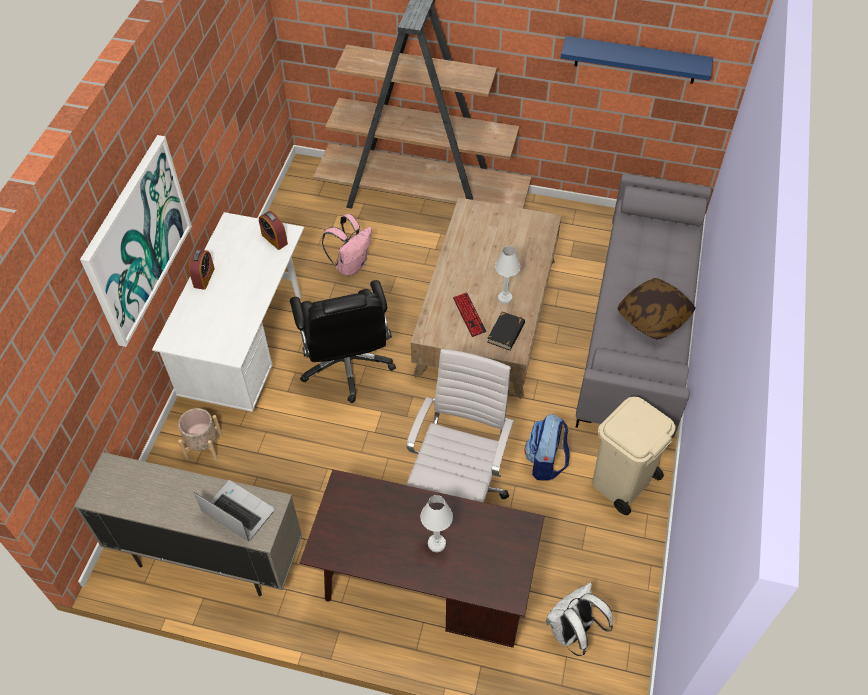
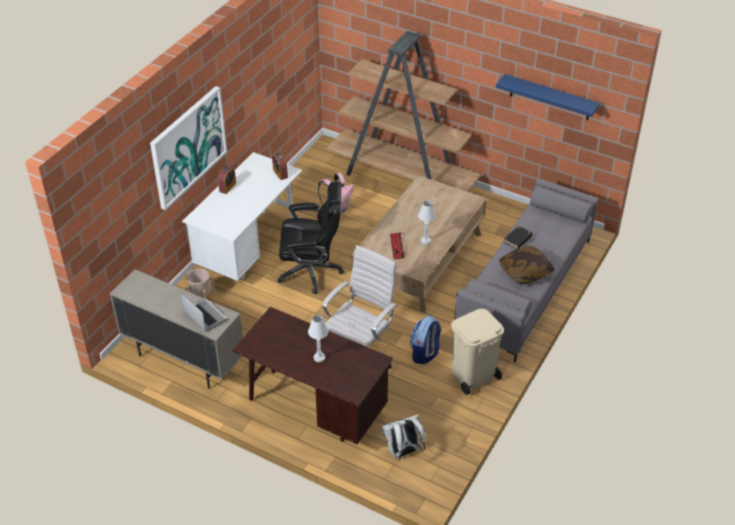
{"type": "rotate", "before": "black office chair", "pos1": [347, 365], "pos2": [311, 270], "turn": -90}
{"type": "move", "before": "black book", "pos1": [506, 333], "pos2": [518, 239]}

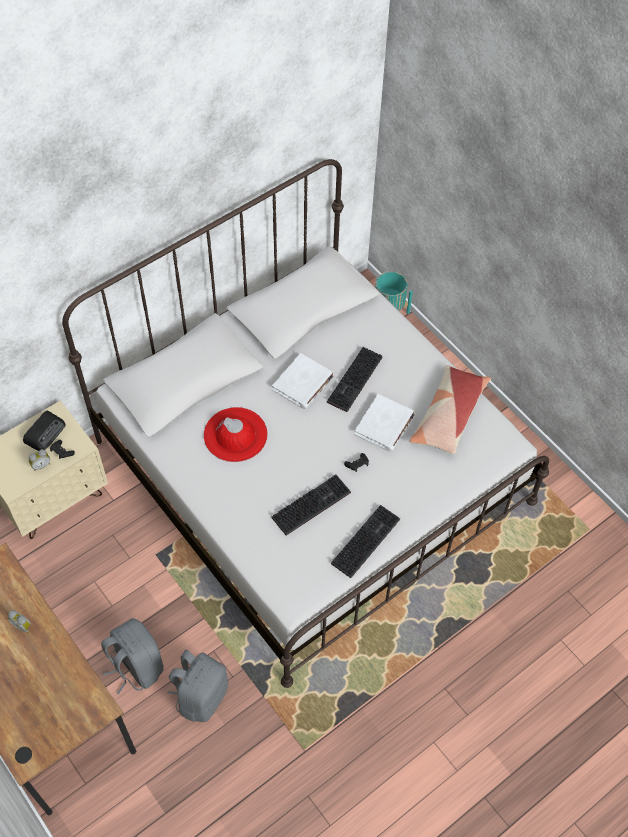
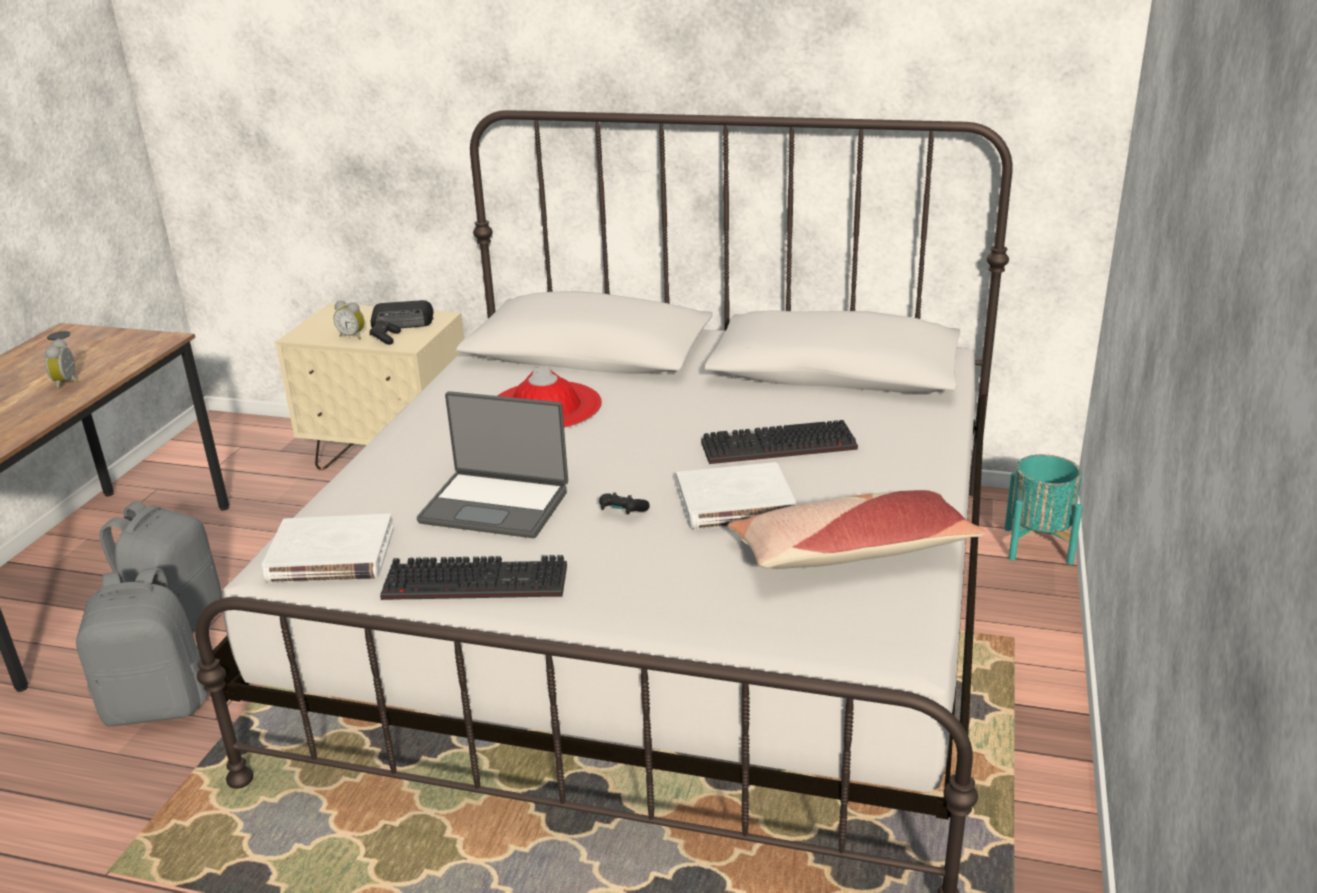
{"type": "move", "before": "white book", "pos1": [303, 383], "pos2": [330, 556]}
{"type": "replace", "before": "PC keyboard", "after": "laptop", "pos1": [311, 503], "pos2": [496, 505]}

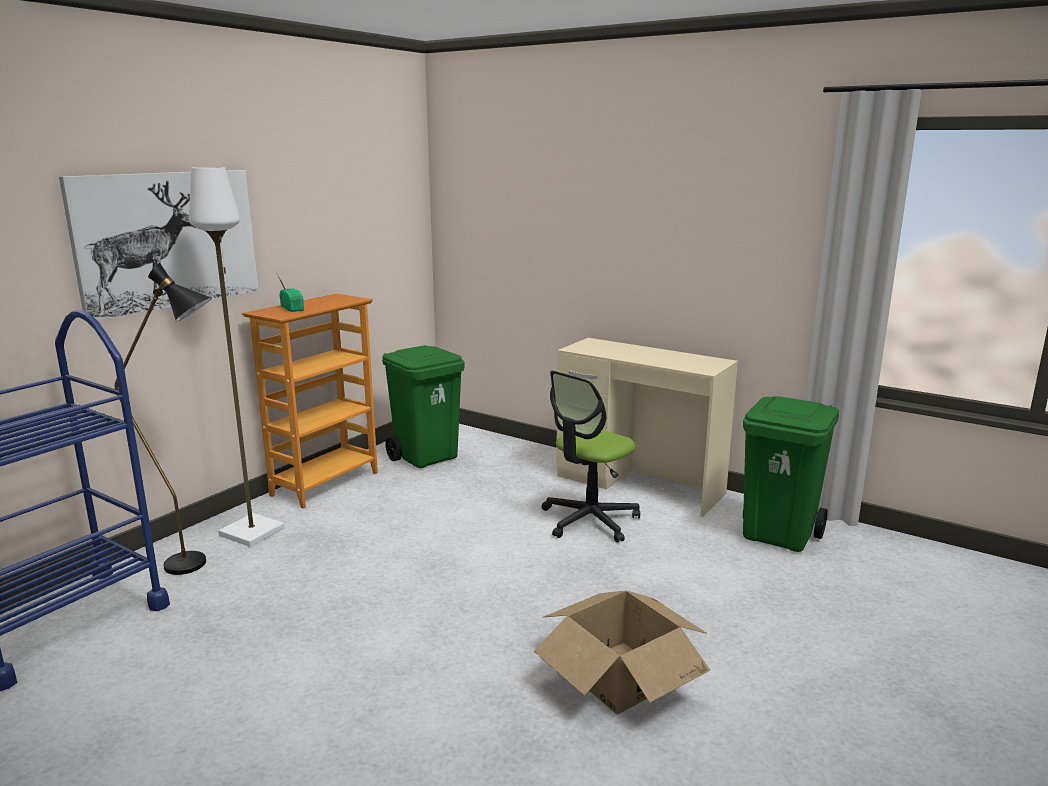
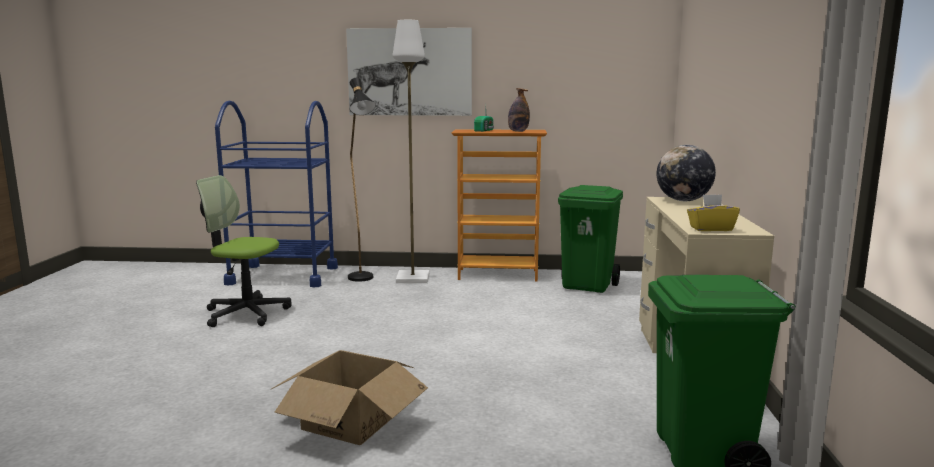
{"type": "move", "before": "office chair", "pos1": [589, 520], "pos2": [246, 313]}
{"type": "insert", "after": "beverage bottle", "pos2": [518, 131]}
{"type": "insert", "after": "desk globe", "pos2": [683, 201]}
{"type": "insert", "after": "yellow-coloured box of tissues", "pos2": [711, 229]}

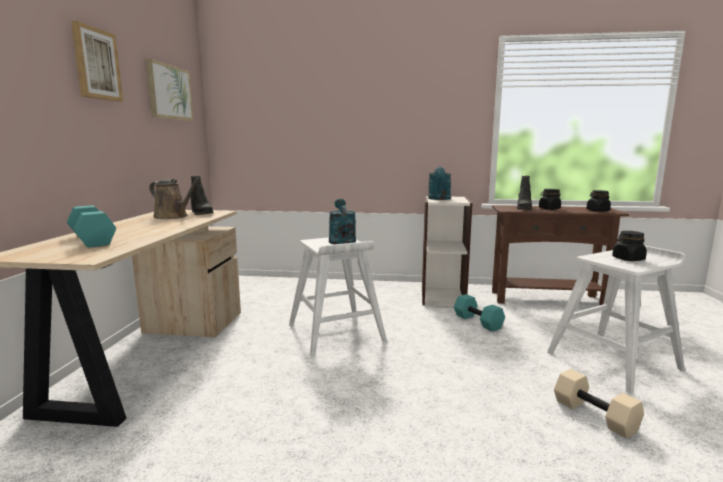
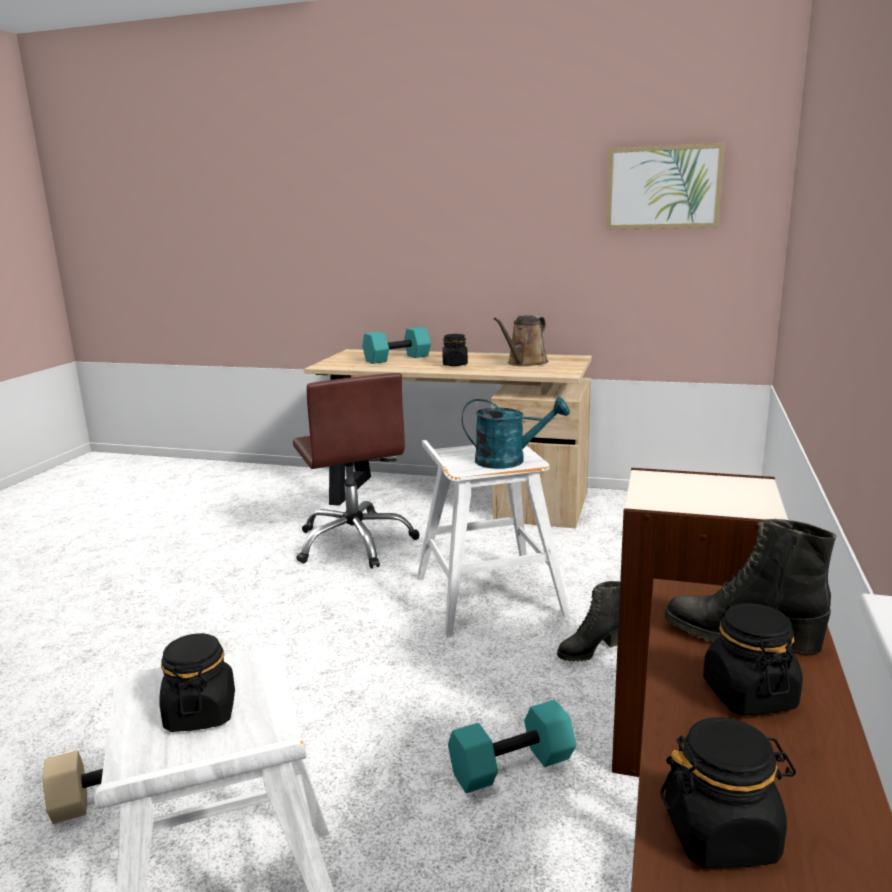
{"type": "insert", "after": "brown-coloured office chair", "pos2": [355, 542]}
{"type": "insert", "after": "black preserve jar", "pos2": [455, 364]}
{"type": "move", "before": "black tall boot", "pos1": [201, 213], "pos2": [590, 650]}
{"type": "delete", "before": "wall picture", "pos1": [96, 64]}
{"type": "delete", "before": "turquoise-coloured sprinkling can", "pos1": [439, 199]}

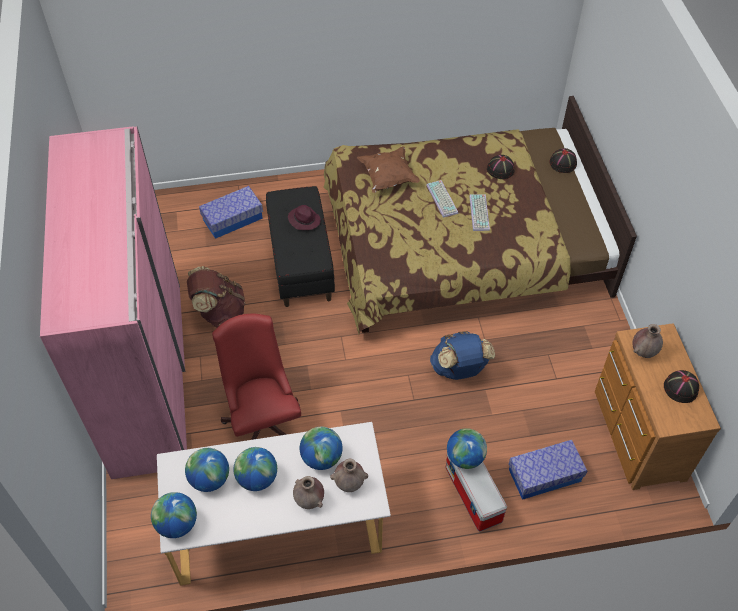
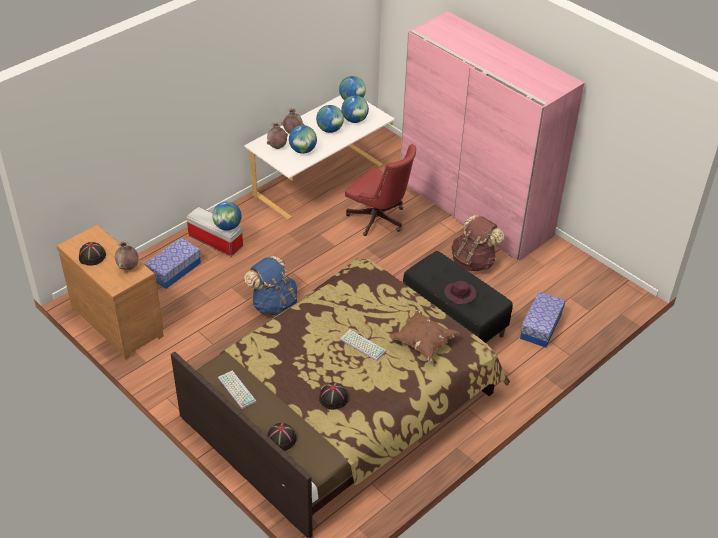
{"type": "move", "before": "PC keyboard", "pos1": [480, 213], "pos2": [235, 390]}

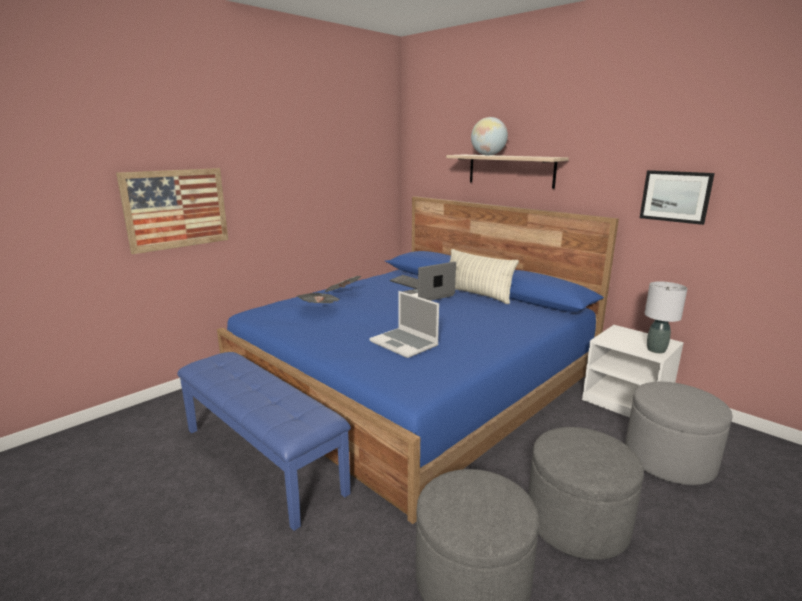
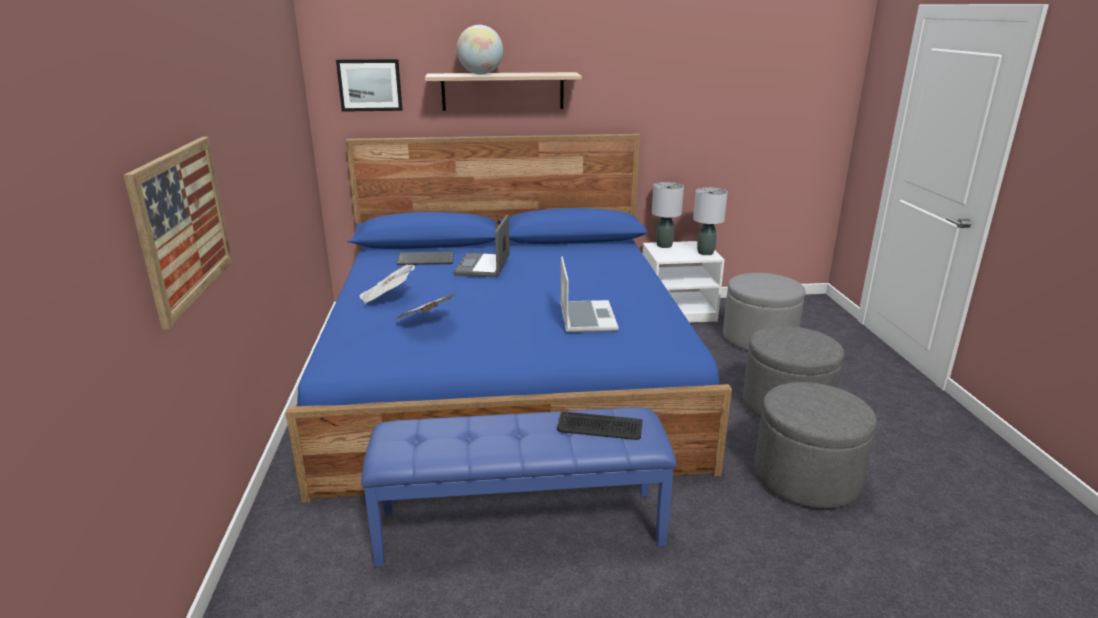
{"type": "move", "before": "wall picture", "pos1": [675, 196], "pos2": [370, 85]}
{"type": "insert", "after": "PC keyboard", "pos2": [599, 427]}
{"type": "rotate", "before": "laptop", "pos1": [405, 344], "pos2": [586, 318], "turn": -90}
{"type": "insert", "after": "greyish table lamp", "pos2": [664, 246]}
{"type": "delete", "before": "throw pillow", "pos1": [477, 295]}

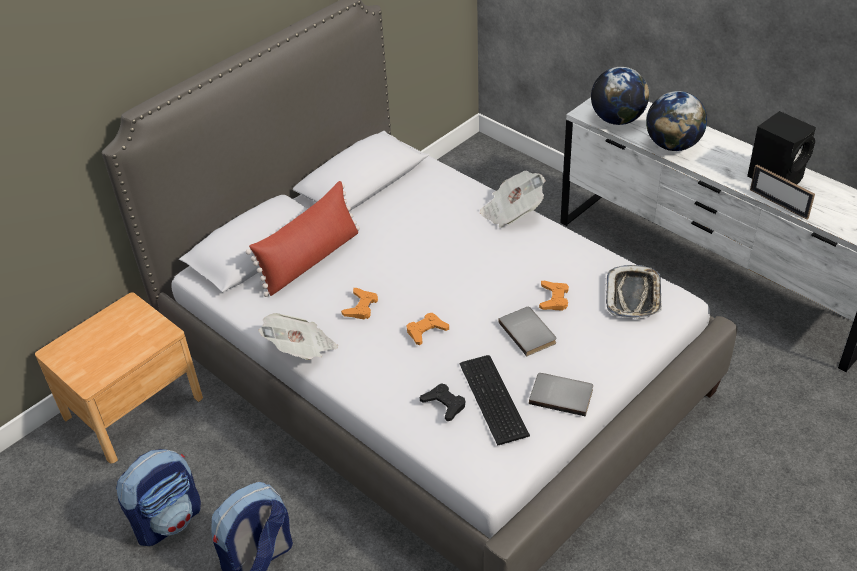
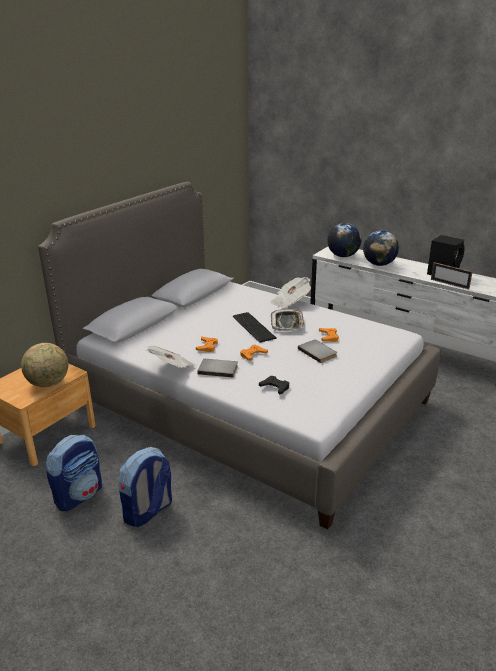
{"type": "insert", "after": "desk globe", "pos2": [48, 383]}
{"type": "move", "before": "greyish book", "pos1": [561, 394], "pos2": [218, 369]}
{"type": "move", "before": "PC keyboard", "pos1": [492, 400], "pos2": [253, 327]}
{"type": "move", "before": "tray", "pos1": [634, 296], "pos2": [287, 323]}
{"type": "delete", "before": "red-coloured throw pillow", "pos1": [310, 260]}

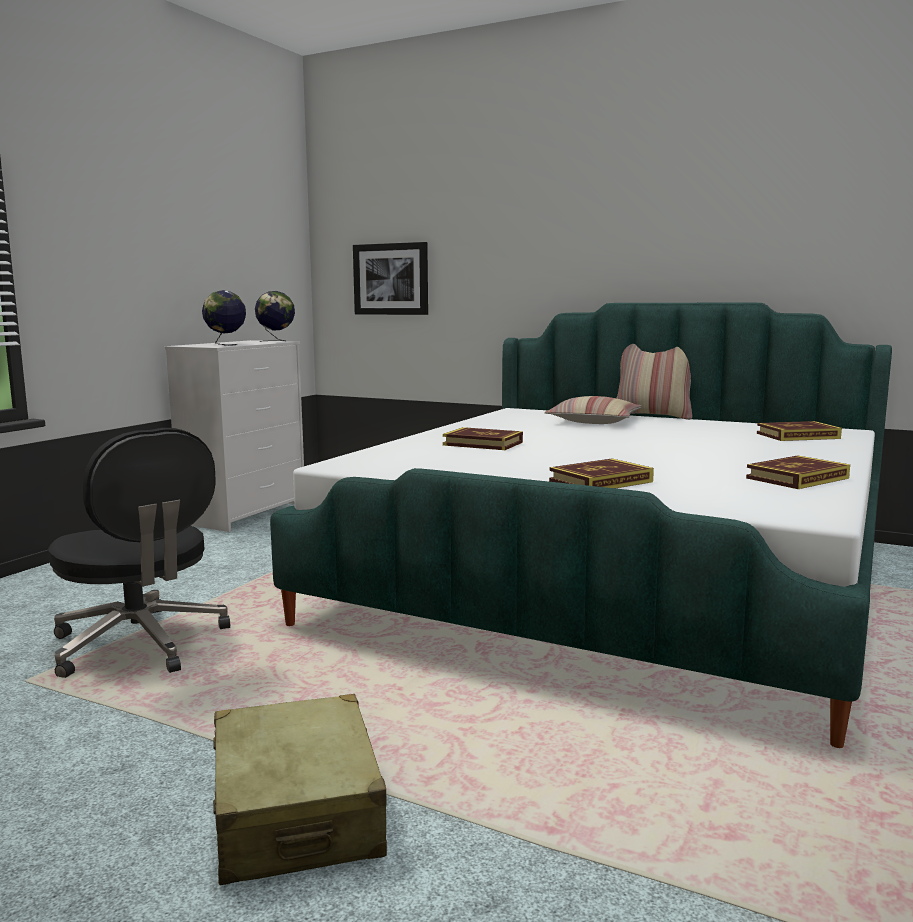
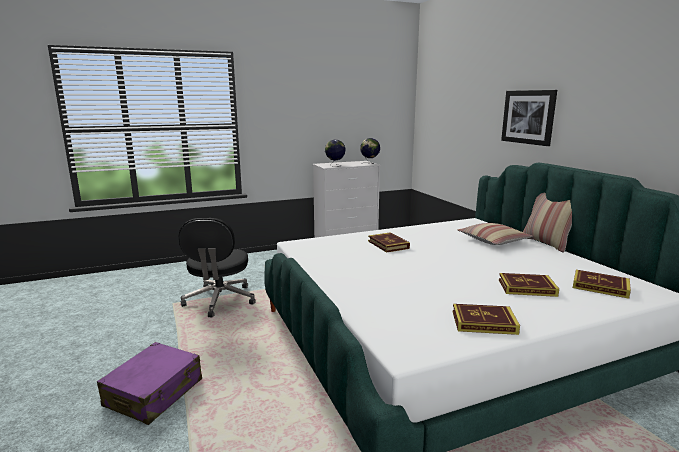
{"type": "recolor", "before": "beige suitcase", "after": "purplish suitcase", "pos1": [297, 813], "pos2": [154, 393]}
{"type": "move", "before": "book", "pos1": [601, 481], "pos2": [527, 288]}
{"type": "move", "before": "wall picture", "pos1": [391, 279], "pos2": [528, 117]}

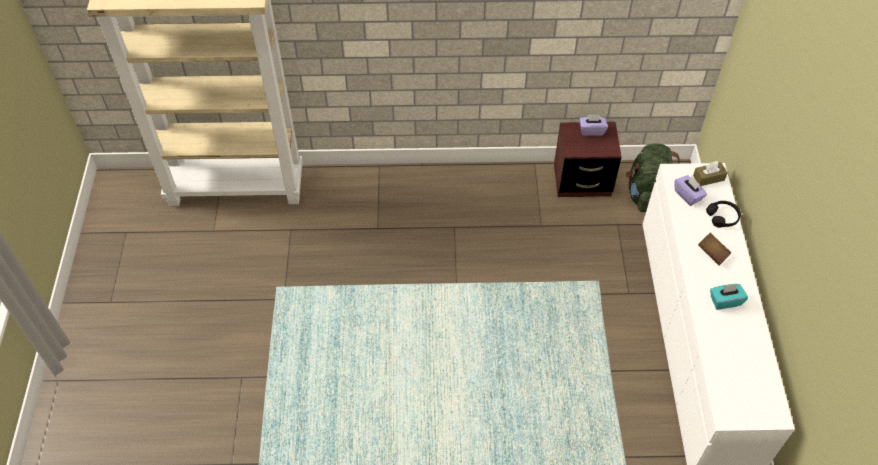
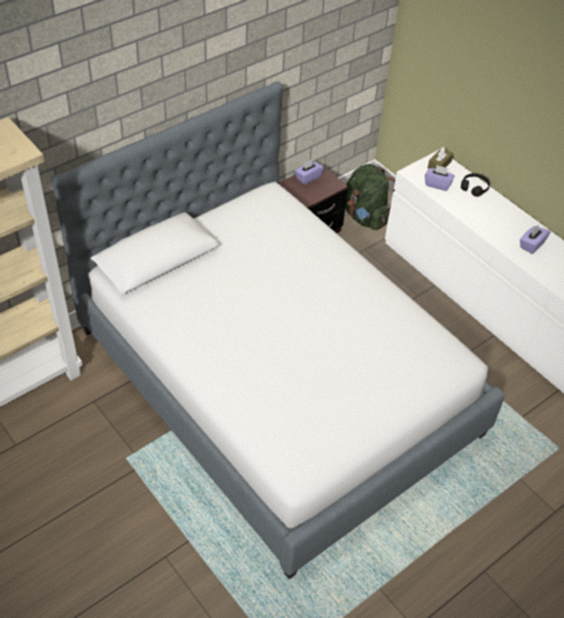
{"type": "insert", "after": "bed", "pos2": [277, 381]}
{"type": "recolor", "before": "turquoise-coloured box of tissues", "after": "purplish box of tissues", "pos1": [725, 301], "pos2": [531, 245]}
{"type": "delete", "before": "brown-coloured book", "pos1": [712, 253]}

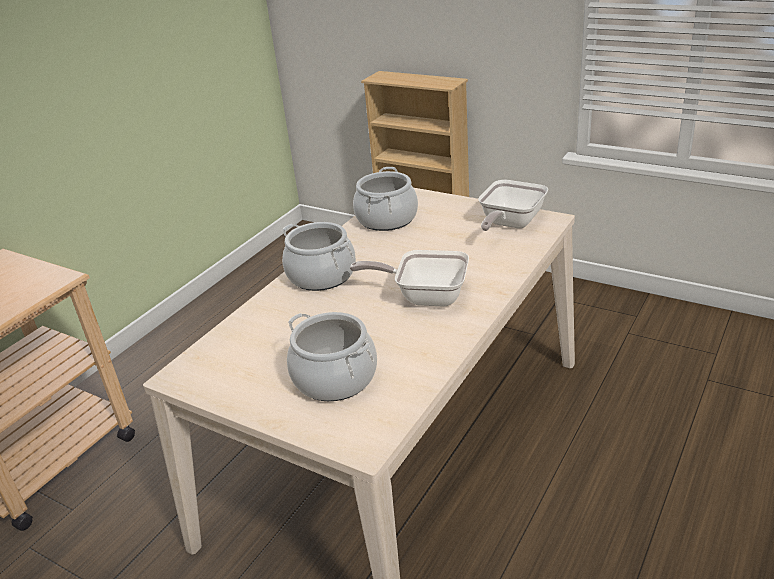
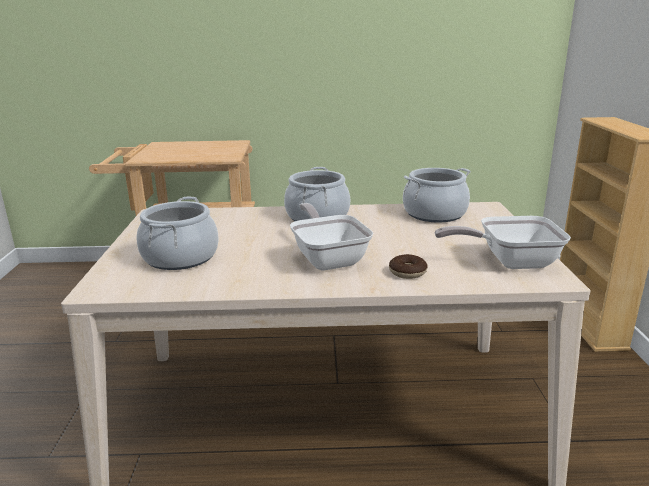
{"type": "insert", "after": "doughnut", "pos2": [407, 272]}

